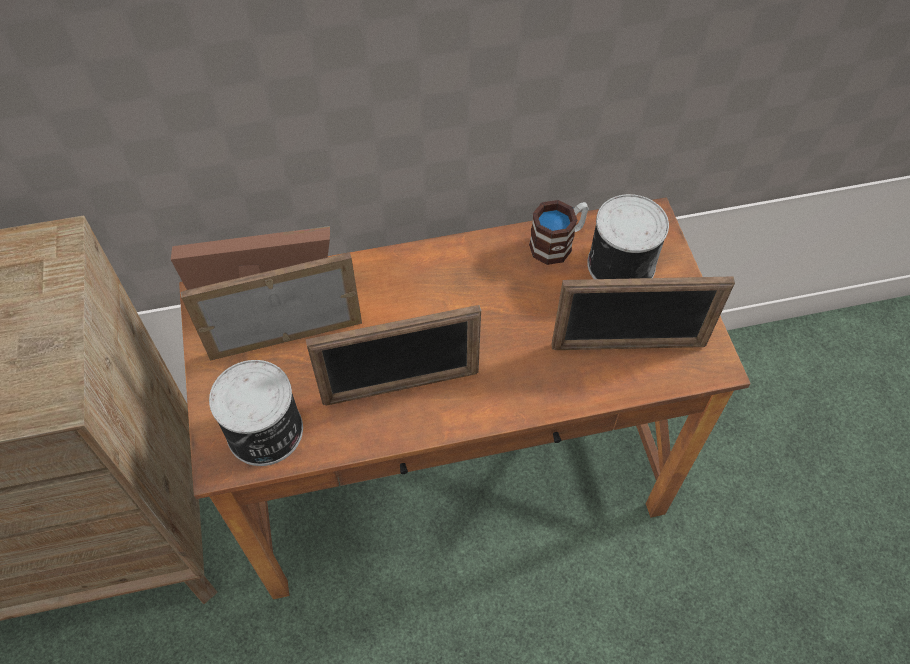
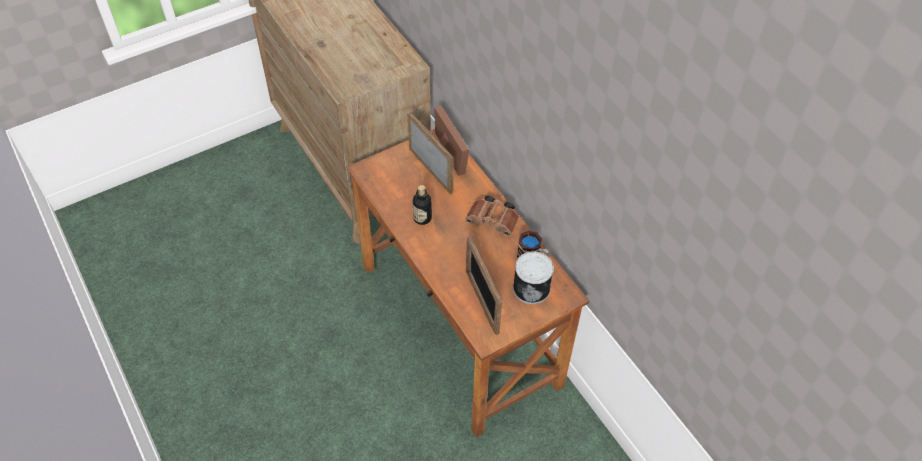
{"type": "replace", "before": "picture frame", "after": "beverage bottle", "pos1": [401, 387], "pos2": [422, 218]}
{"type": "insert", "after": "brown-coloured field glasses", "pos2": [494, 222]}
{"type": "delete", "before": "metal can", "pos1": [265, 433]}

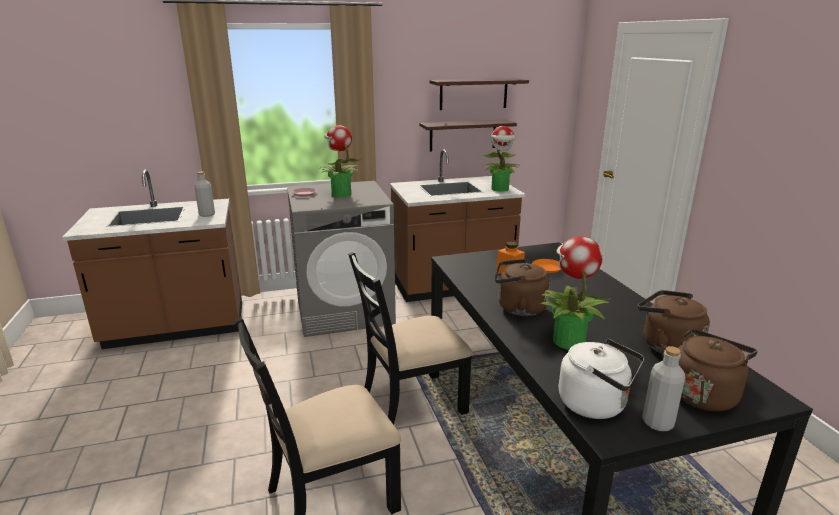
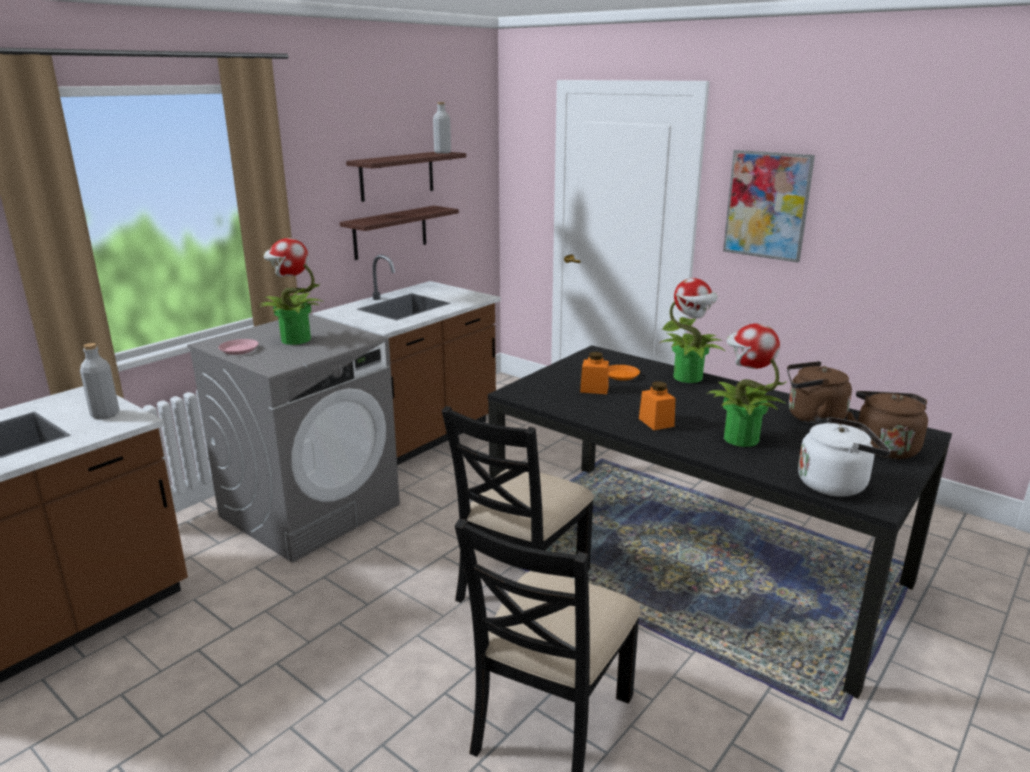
{"type": "move", "before": "greyish beverage bottle", "pos1": [657, 422], "pos2": [442, 152]}
{"type": "replace", "before": "brown-coloured tea kettle", "after": "orangey preserve jar", "pos1": [518, 308], "pos2": [656, 422]}
{"type": "move", "before": "potted plant", "pos1": [500, 189], "pos2": [689, 377]}
{"type": "insert", "after": "wall picture", "pos2": [767, 205]}

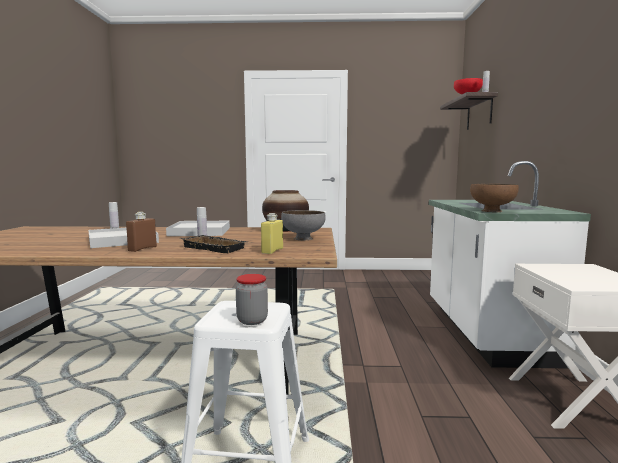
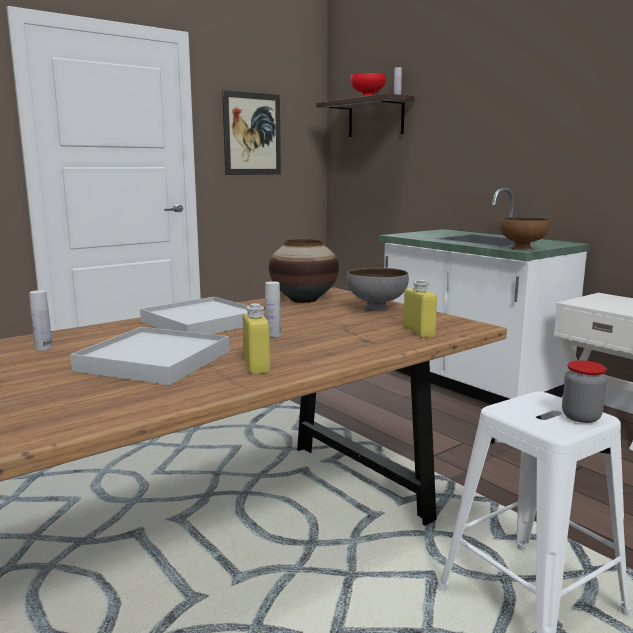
{"type": "insert", "after": "wall picture", "pos2": [252, 134]}
{"type": "recolor", "before": "brown-coloured beverage bottle", "after": "yellow-coloured beverage bottle", "pos1": [142, 249], "pos2": [256, 366]}
{"type": "delete", "before": "black tray", "pos1": [216, 248]}

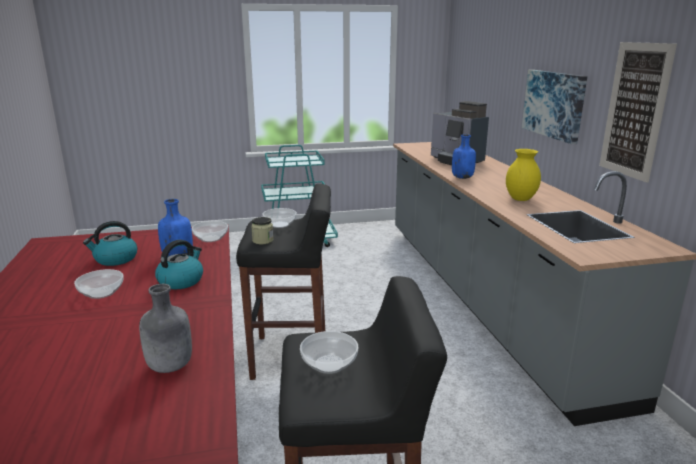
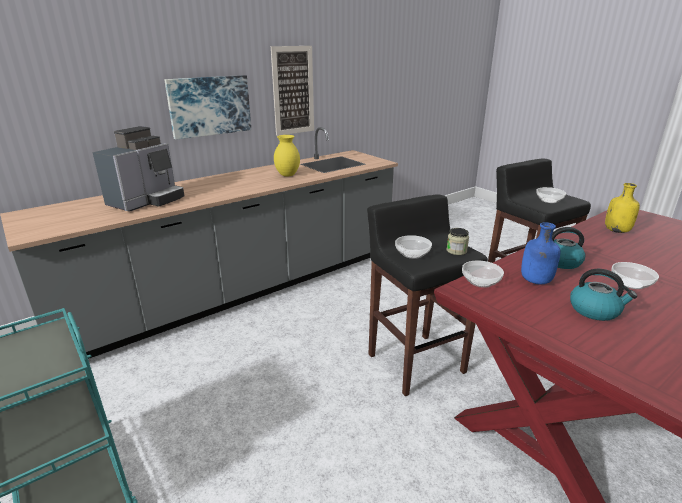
{"type": "recolor", "before": "greyish beverage bottle", "after": "yellow-coloured beverage bottle", "pos1": [170, 367], "pos2": [617, 231]}
{"type": "delete", "before": "blue beverage bottle", "pos1": [462, 177]}

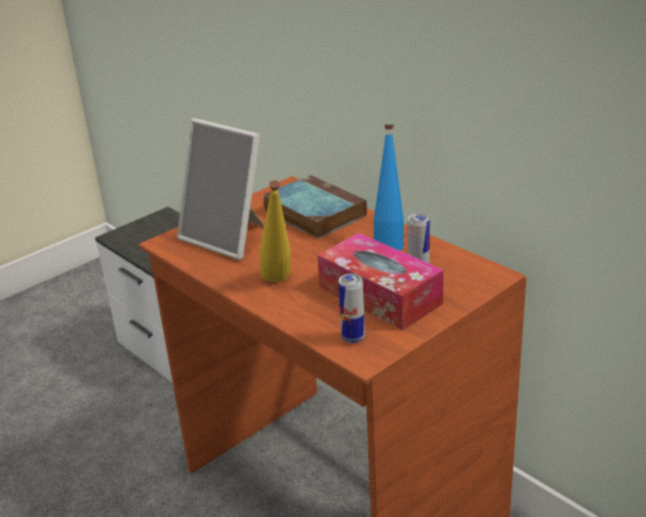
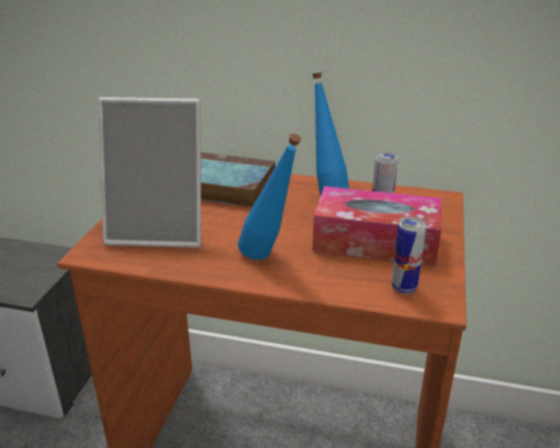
{"type": "recolor", "before": "yellow-coloured beverage bottle", "after": "blue beverage bottle", "pos1": [279, 284], "pos2": [269, 259]}

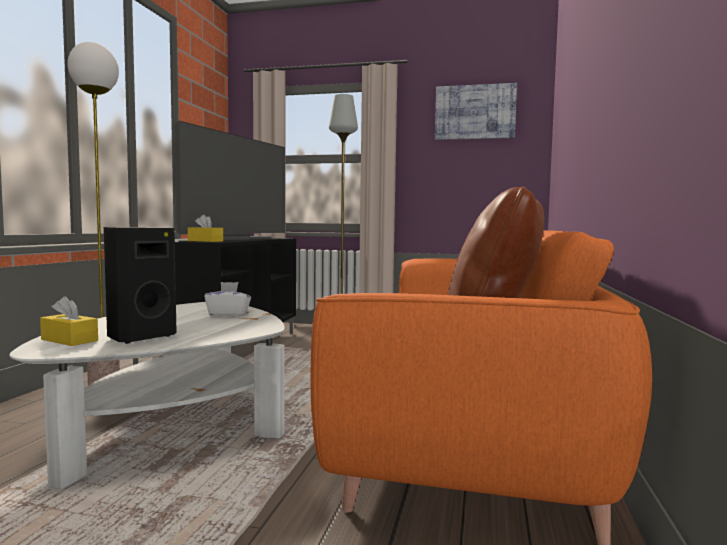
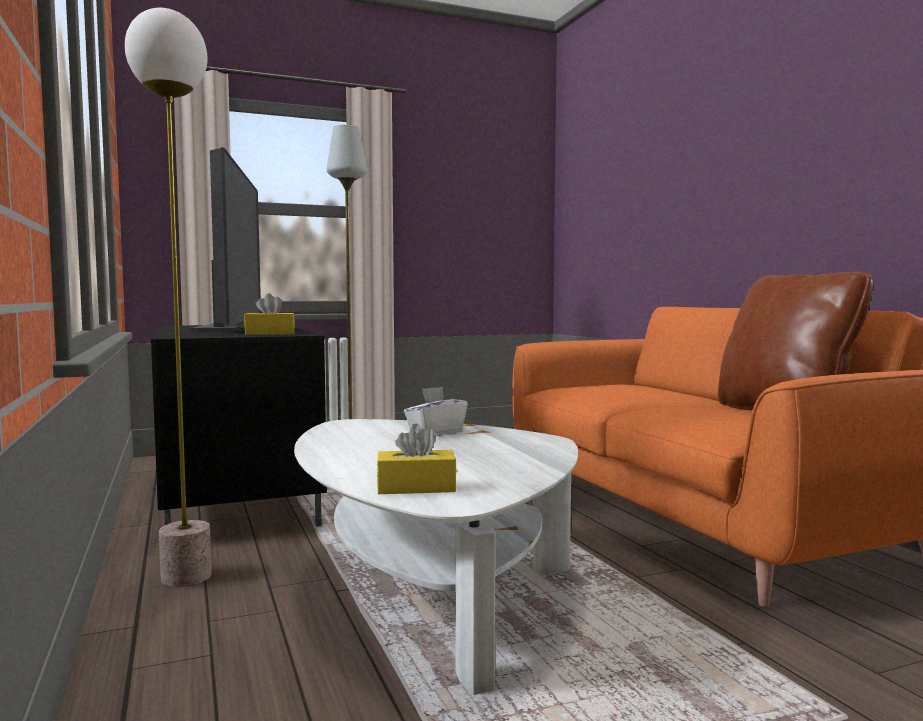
{"type": "delete", "before": "black audio speaker", "pos1": [140, 337]}
{"type": "delete", "before": "wall picture", "pos1": [475, 112]}

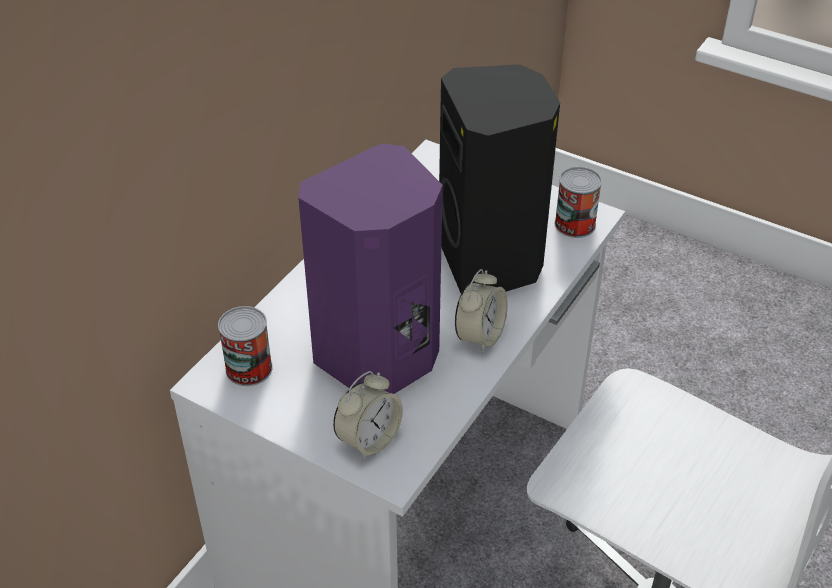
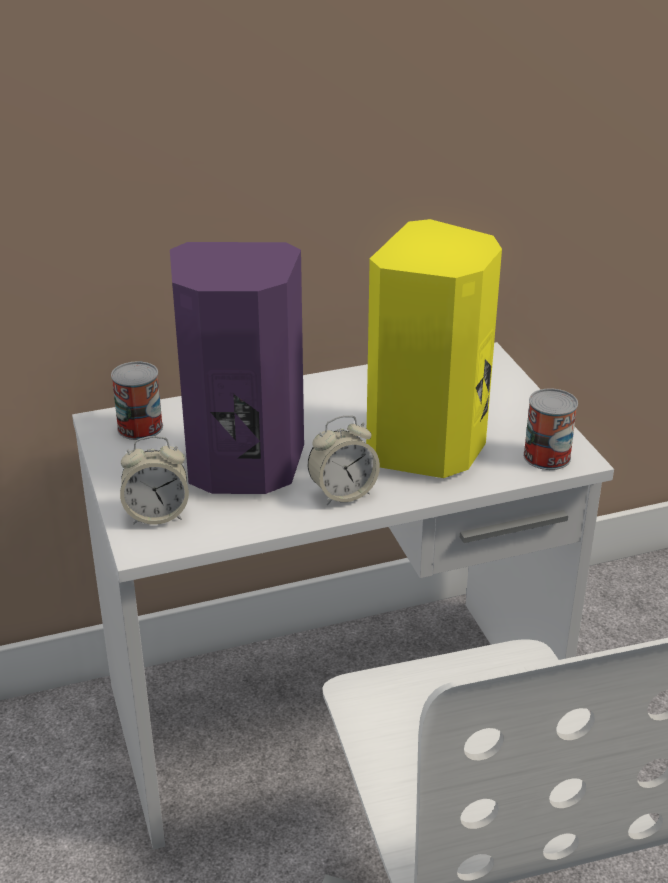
{"type": "recolor", "before": "black audio speaker", "after": "yellow-coloured audio speaker", "pos1": [492, 262], "pos2": [429, 449]}

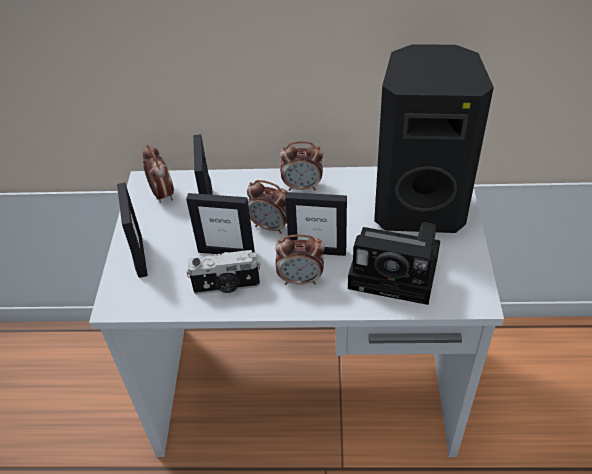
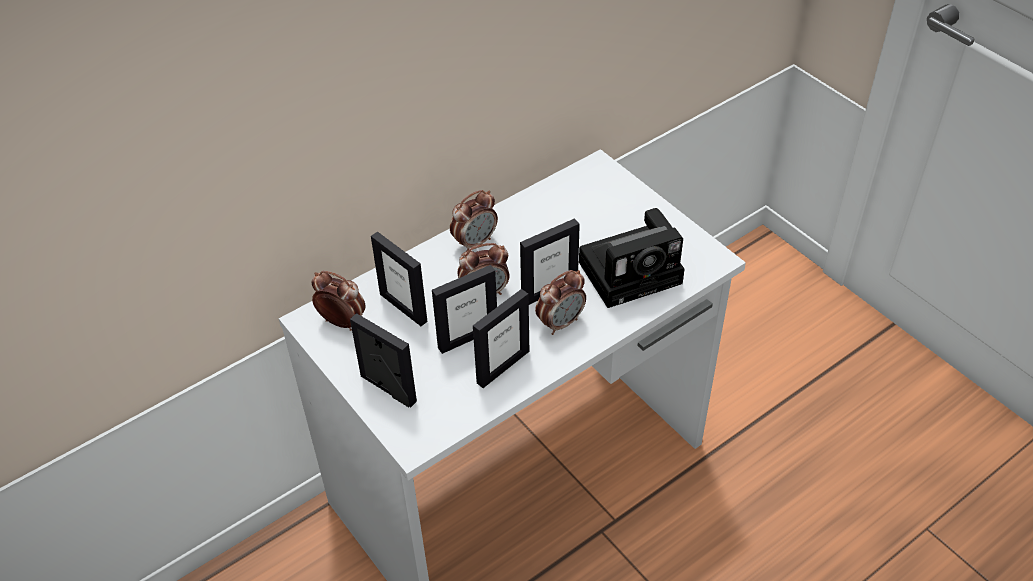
{"type": "replace", "before": "still camera", "after": "picture frame", "pos1": [227, 287], "pos2": [502, 366]}
{"type": "delete", "before": "black audio speaker", "pos1": [419, 207]}

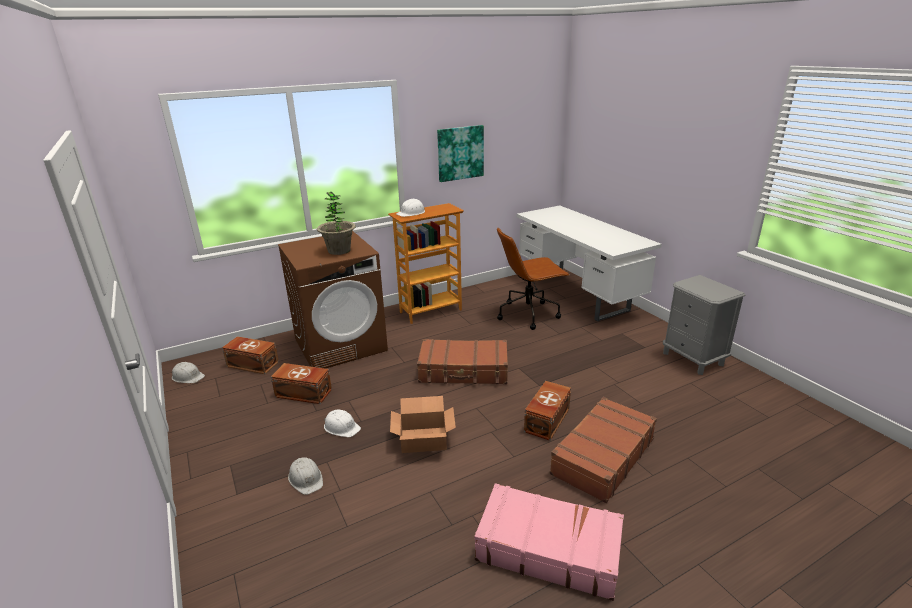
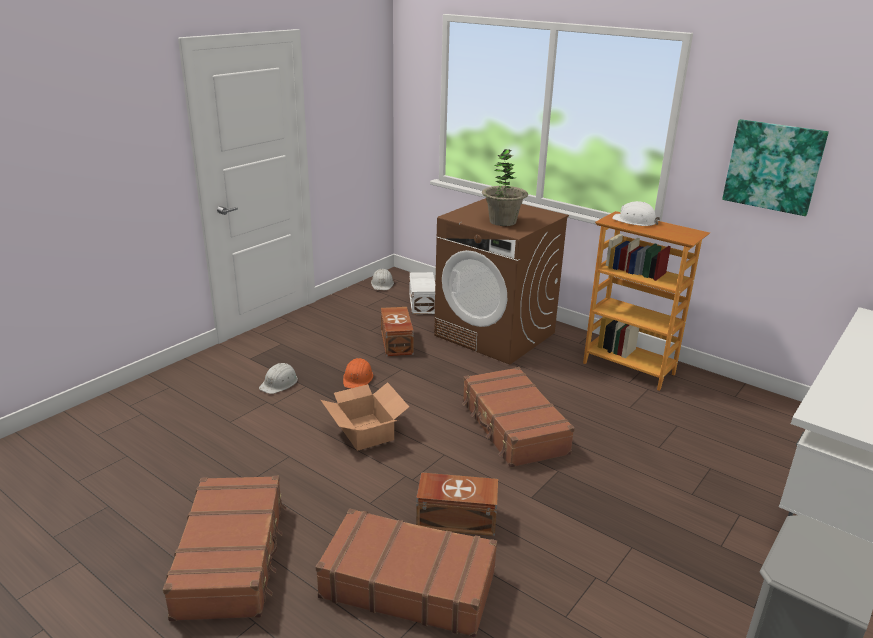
{"type": "recolor", "before": "pink-coloured suitcase", "after": "brown-coloured suitcase", "pos1": [548, 549], "pos2": [232, 557]}
{"type": "recolor", "before": "white work helmet", "after": "orangey work helmet", "pos1": [341, 427], "pos2": [358, 378]}
{"type": "recolor", "before": "brown-coloured storage box", "after": "white storage box", "pos1": [252, 364], "pos2": [423, 303]}
{"type": "delete", "before": "brown-coloured office chair", "pos1": [529, 314]}

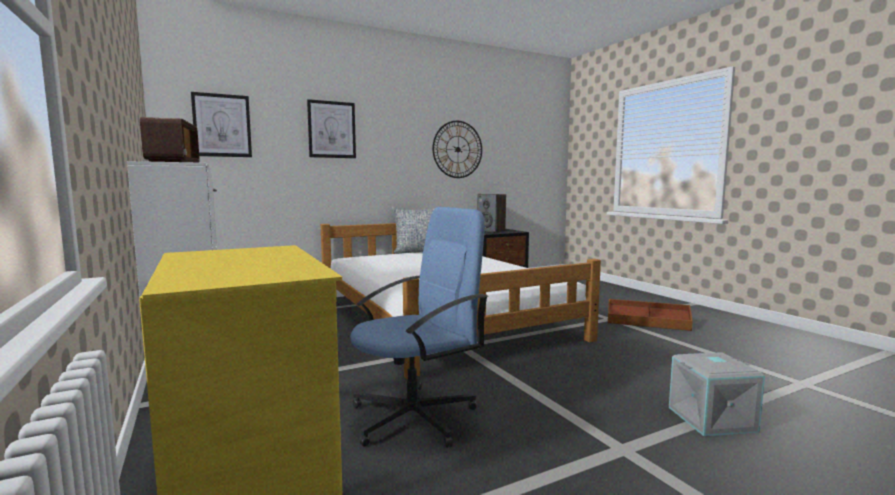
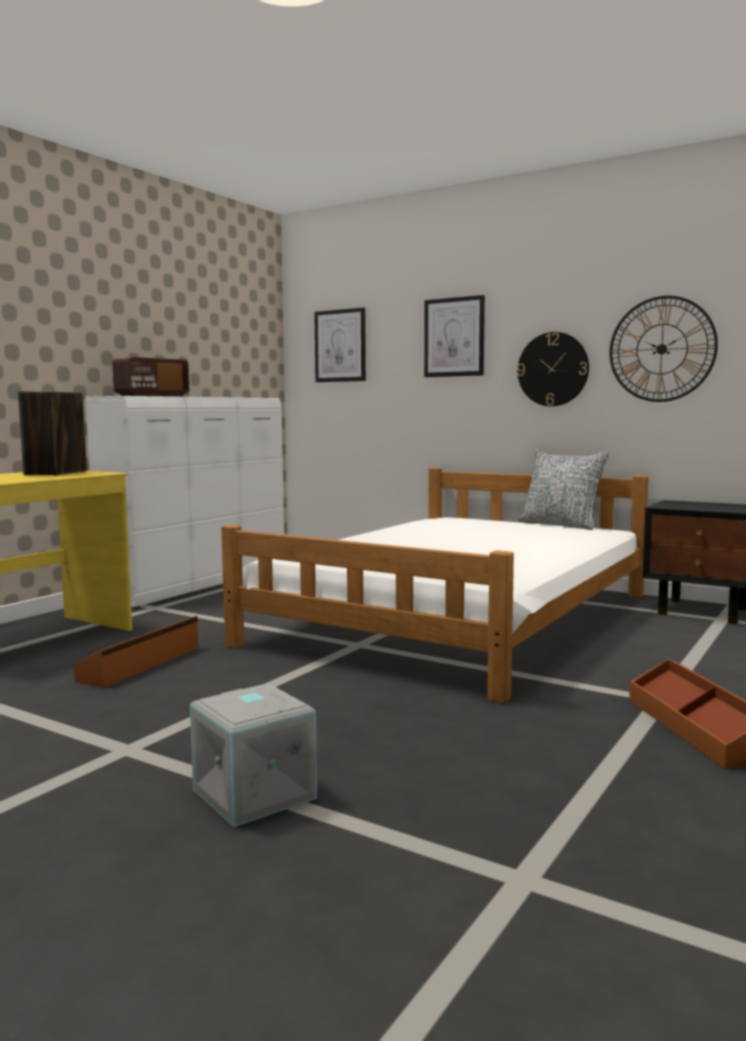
{"type": "move", "before": "audio speaker", "pos1": [491, 231], "pos2": [56, 473]}
{"type": "replace", "before": "blue office chair", "after": "brown-coloured storage box", "pos1": [415, 417], "pos2": [142, 664]}
{"type": "insert", "after": "clock on the wall", "pos2": [553, 369]}

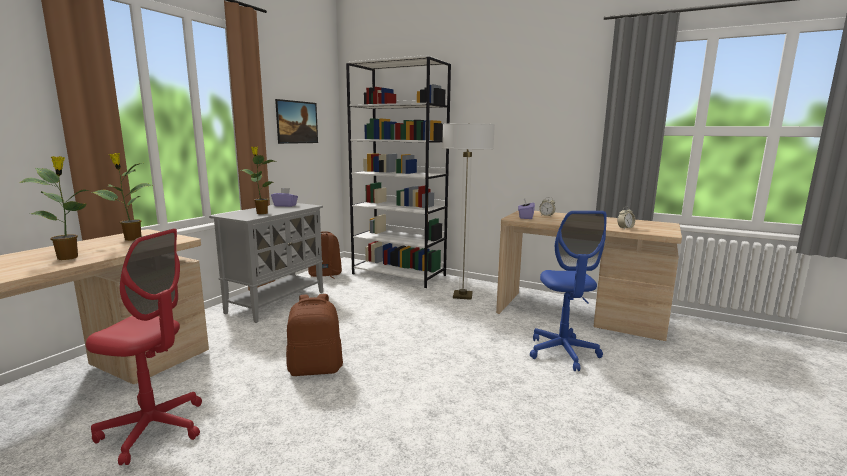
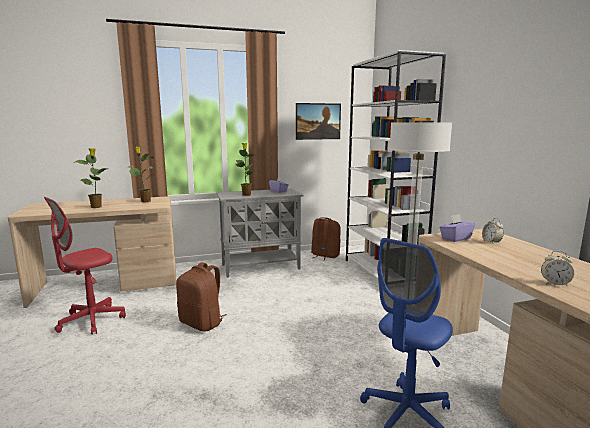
{"type": "rotate", "before": "red-coloured office chair", "pos1": [154, 429], "pos2": [91, 320], "turn": 75}

